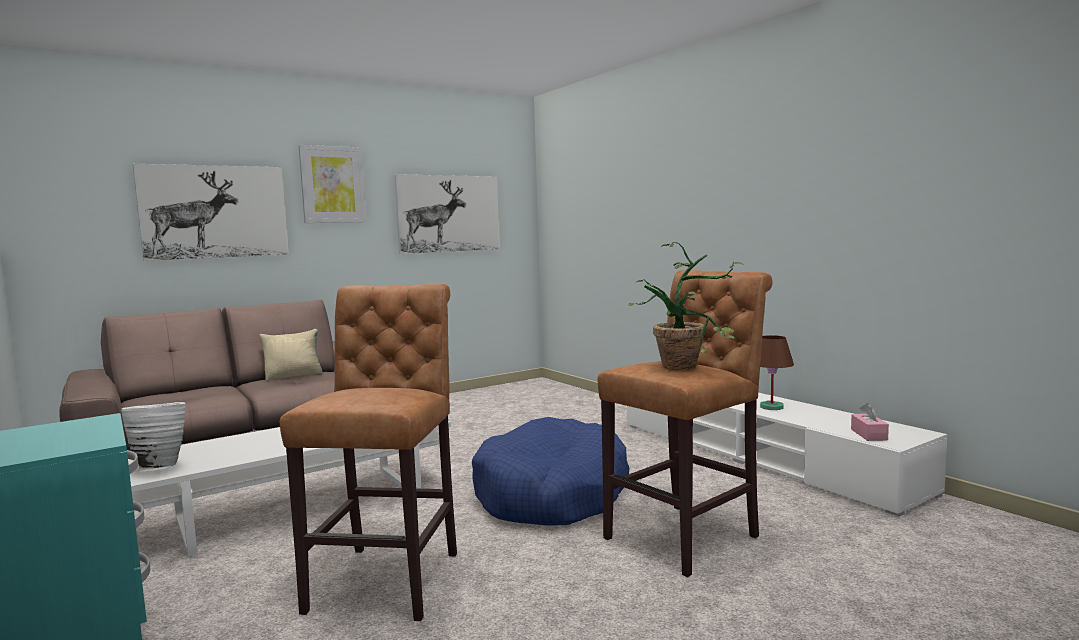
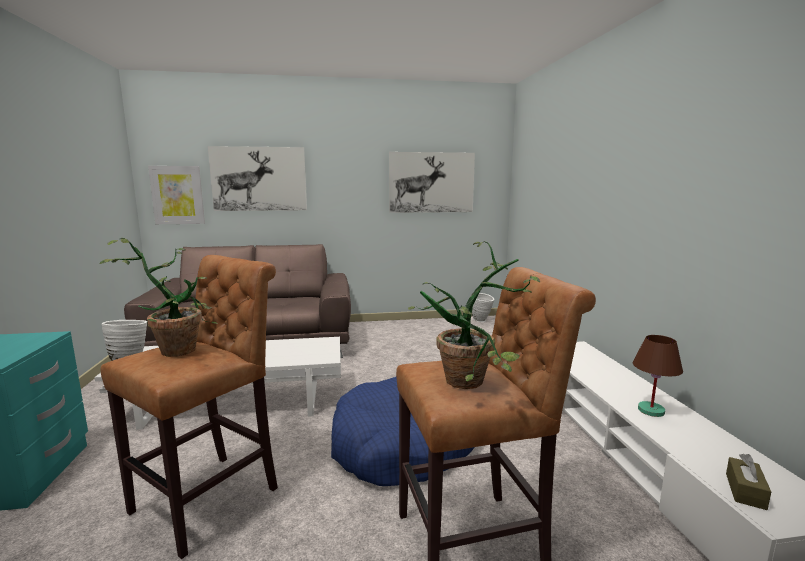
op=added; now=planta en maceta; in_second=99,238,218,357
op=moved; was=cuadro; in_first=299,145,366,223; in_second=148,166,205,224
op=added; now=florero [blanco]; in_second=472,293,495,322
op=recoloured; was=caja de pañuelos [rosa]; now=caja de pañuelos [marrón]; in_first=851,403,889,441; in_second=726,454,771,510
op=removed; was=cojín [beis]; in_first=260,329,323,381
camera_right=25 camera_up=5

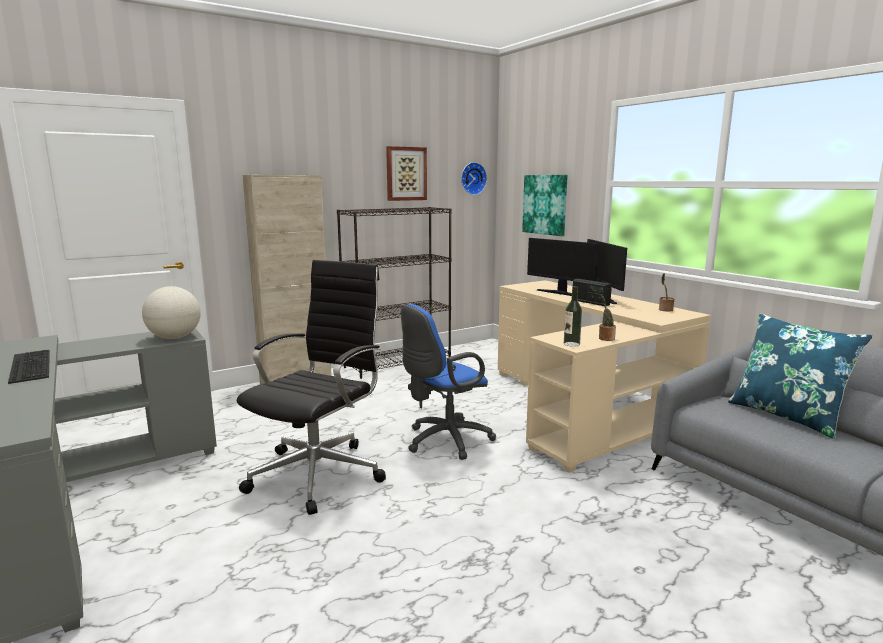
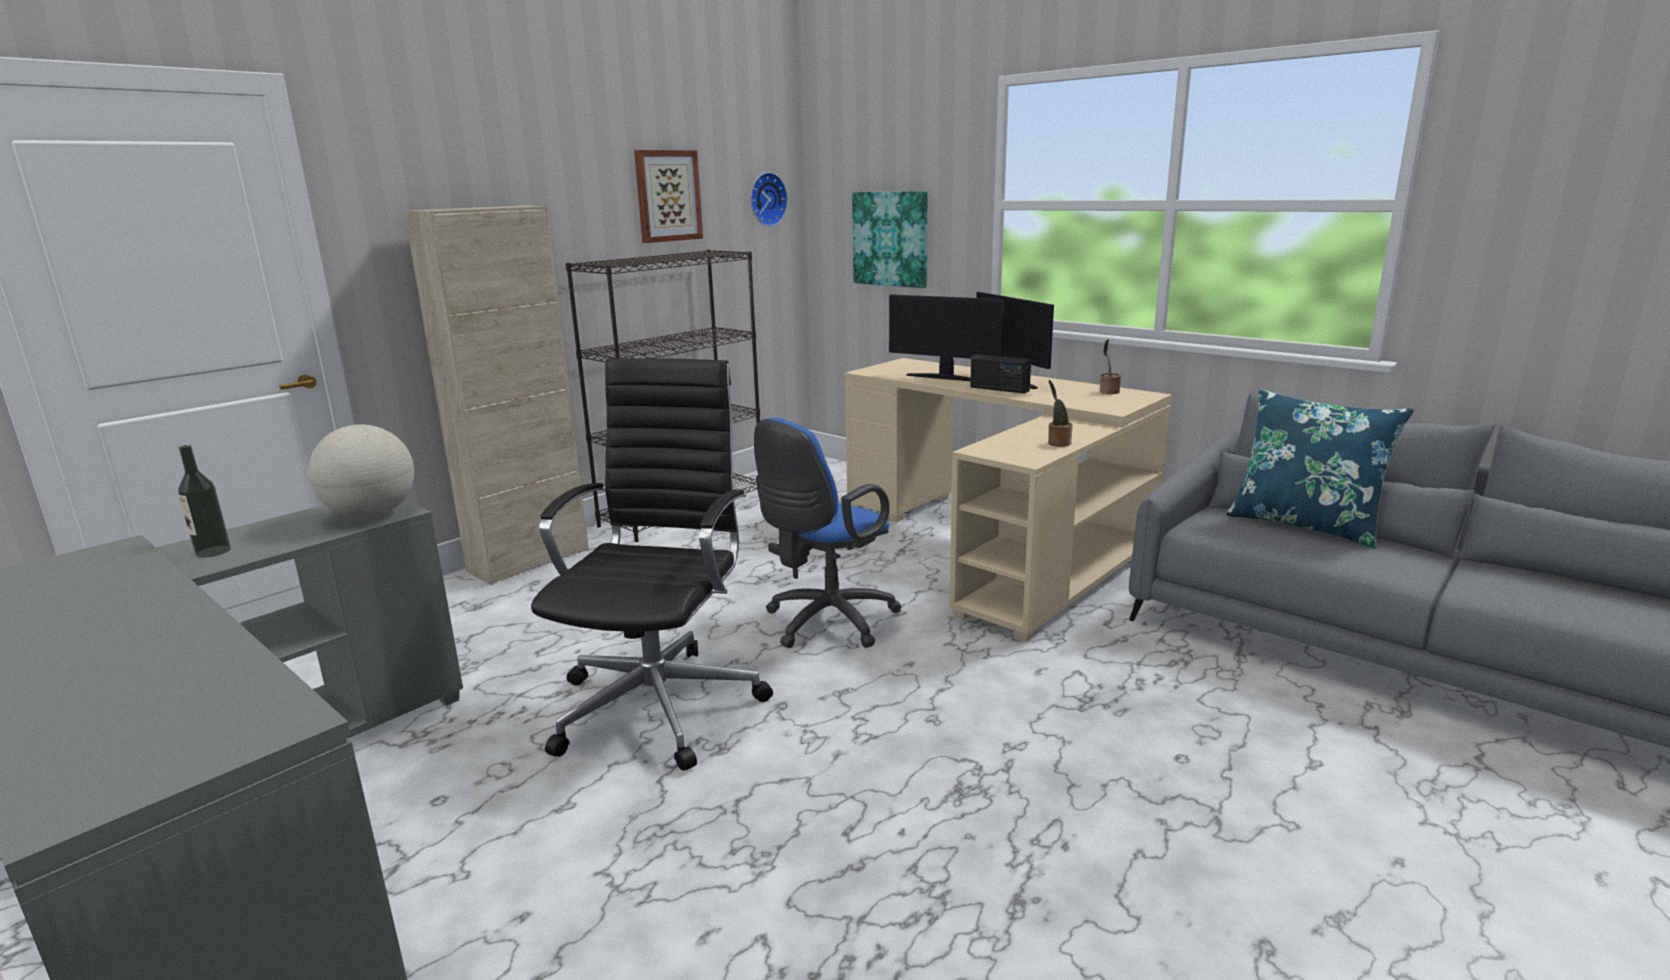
op=moved; was=botella; in_first=564,286,582,347; in_second=178,445,231,558
op=removed; was=teclado; in_first=8,350,50,384
camera_right=-15 camera_up=5

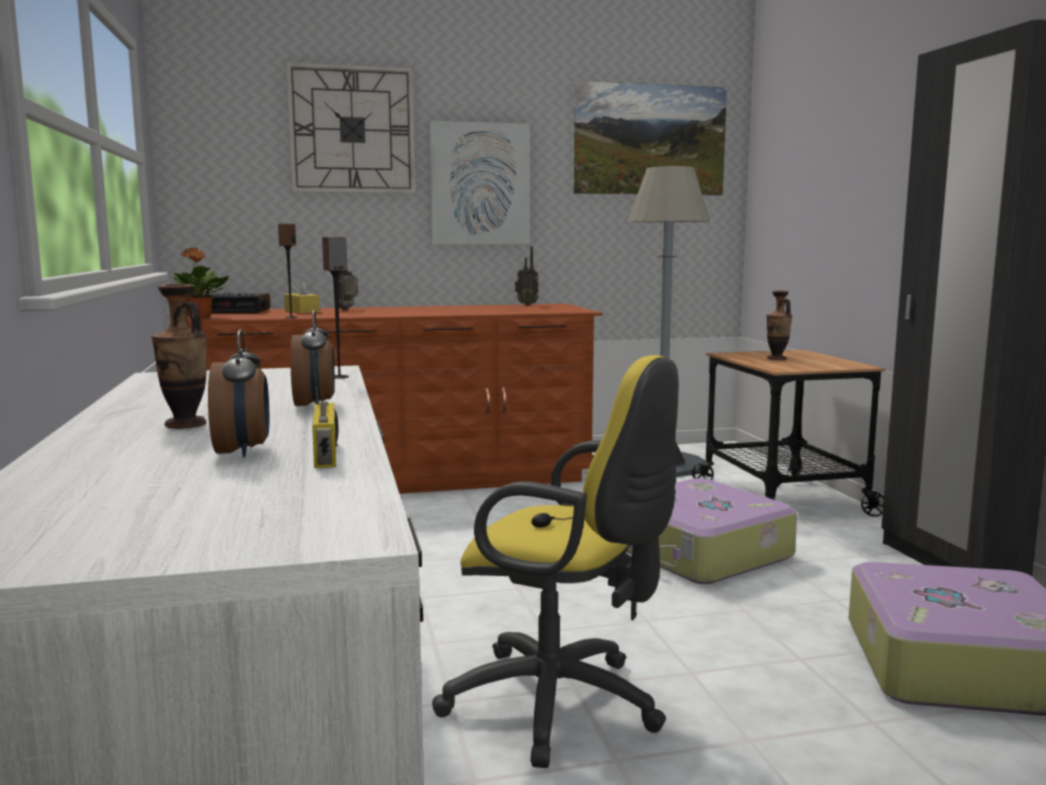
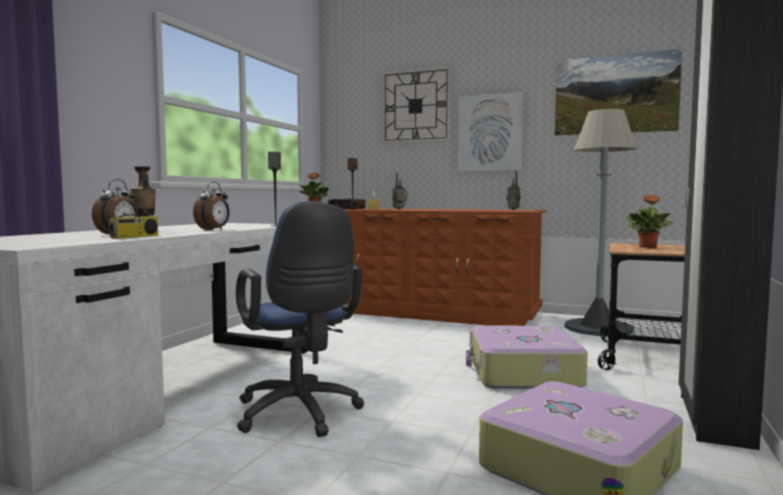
op=recoloured; was=silla de oficina [amarillo]; now=silla de oficina [azul]; in_first=432,355,679,768; in_second=236,201,364,437
op=replaced; was=florero; now=planta en maceta; in_first=766,291,792,360; in_second=627,195,673,248
camera_right=35 camera_up=-5

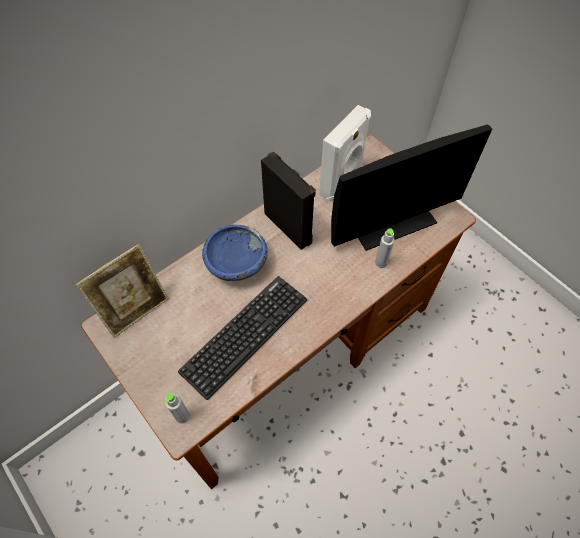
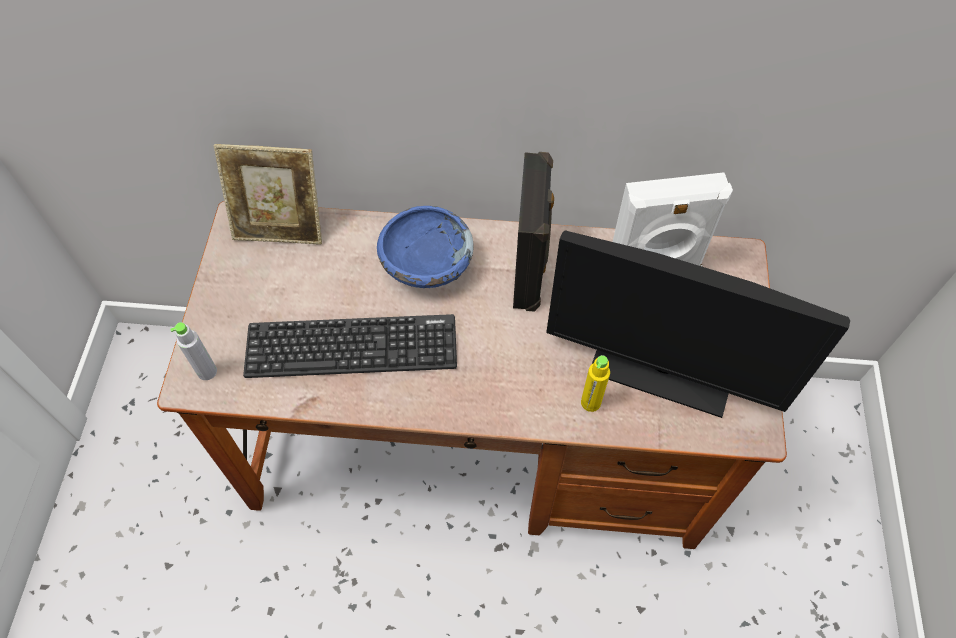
op=recoloured; was=botella [gris]; now=botella [amarillo]; in_first=375,228,394,268; in_second=581,355,610,412
camera_right=45 camera_up=0

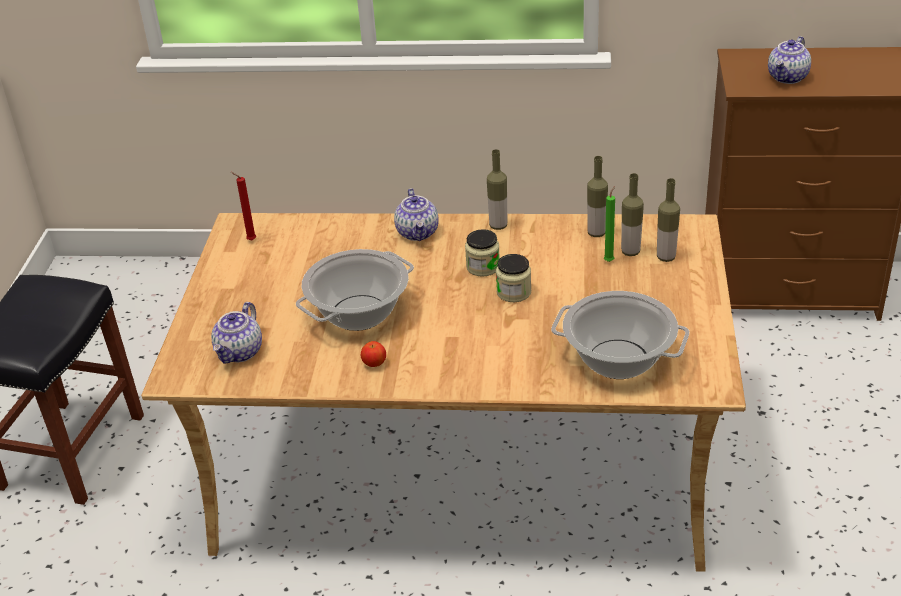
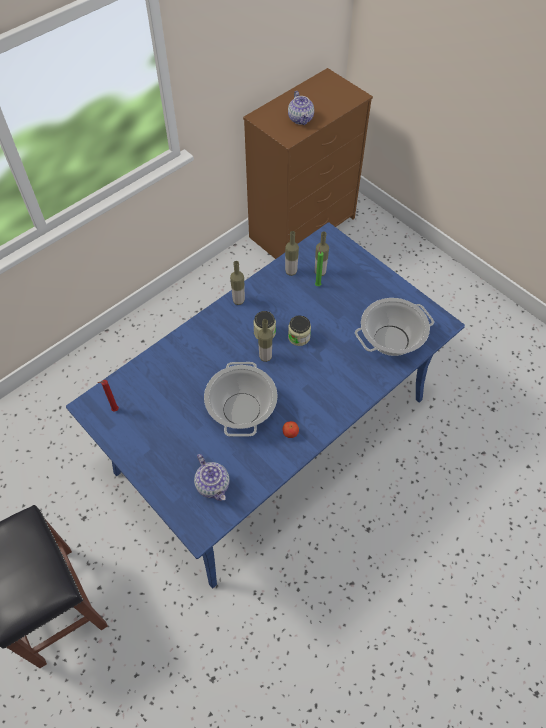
op=recoloured; was=mesa de comedor [beis]; now=mesa de comedor [azul]; in_first=141,213,746,572; in_second=66,222,465,588
op=moved; was=botella; in_first=657,178,680,262; in_second=258,319,273,362
op=removed; was=tetera; in_first=394,188,439,241
camera_right=-50 camera_up=20

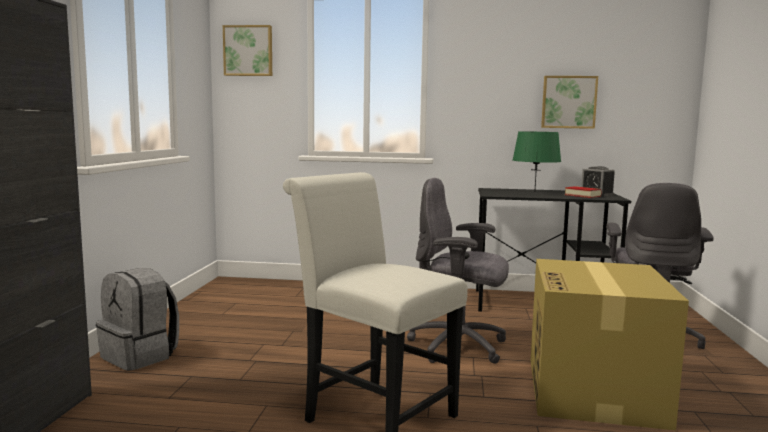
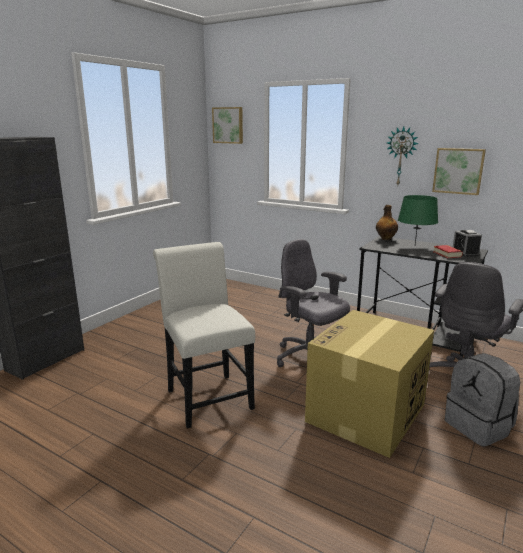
op=added; now=botella; in_second=376,205,398,240
op=added; now=reloj de pared; in_second=387,127,419,185
op=moved; was=mochila [gris]; in_first=96,268,179,371; in_second=445,353,520,447
camera_right=25 camera_up=10

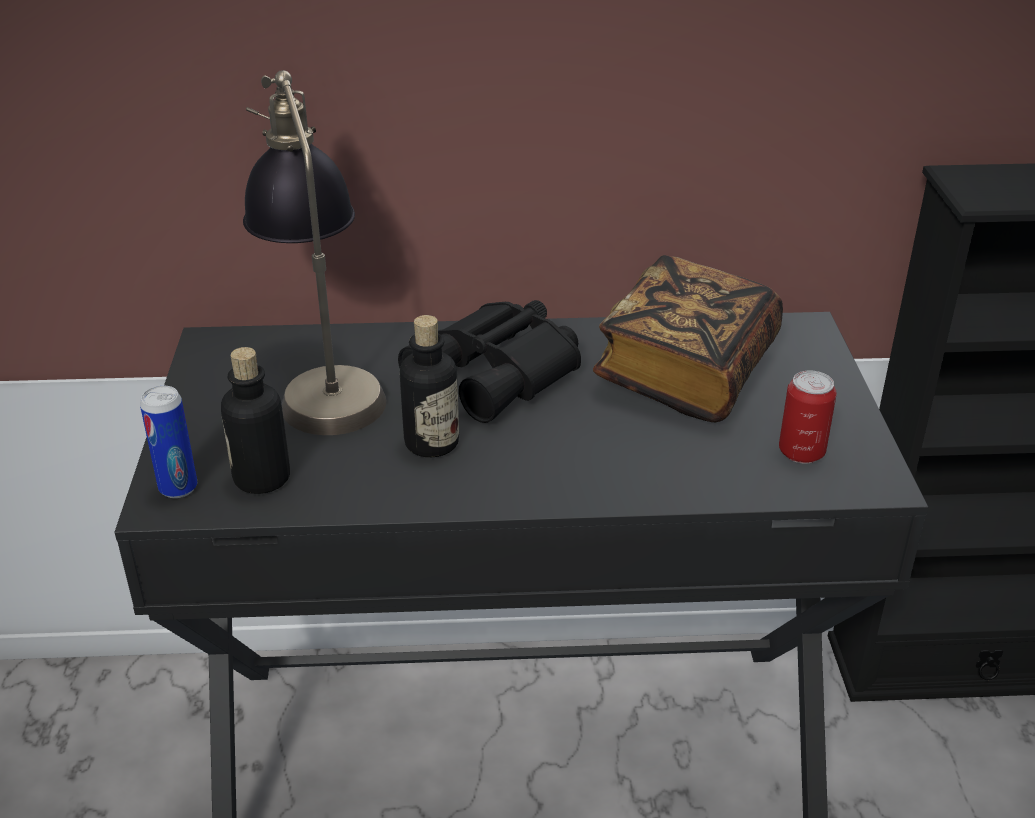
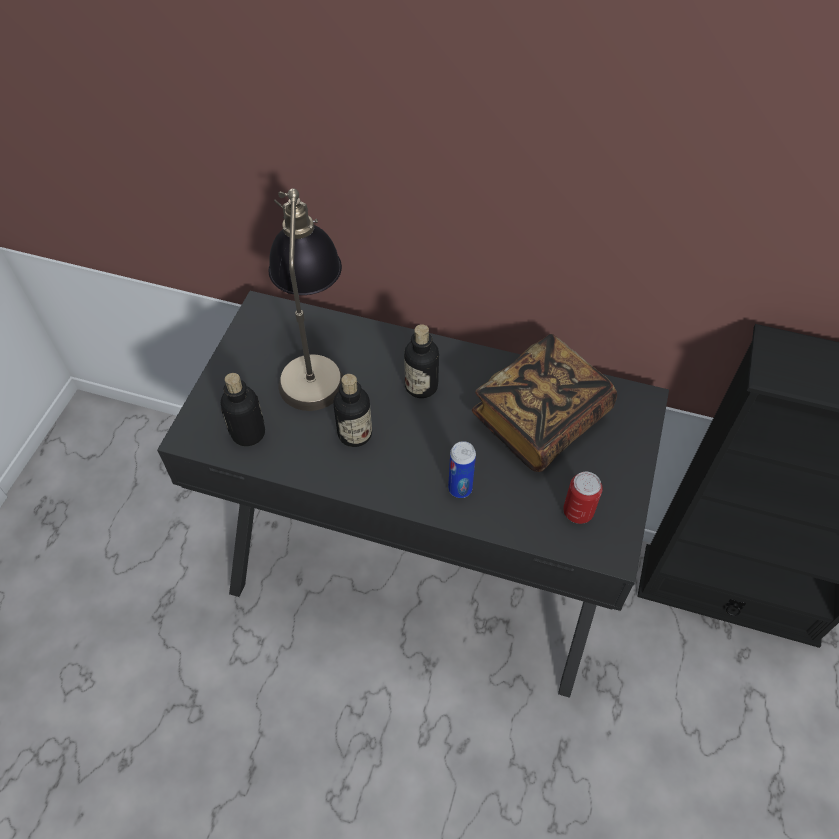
op=replaced; was=prismáticos [negro]; now=botella; in_first=398,300,581,423; in_second=404,324,439,398
op=moved; was=lata; in_first=140,386,197,498; in_second=448,441,476,498
camera_right=20 camera_up=20

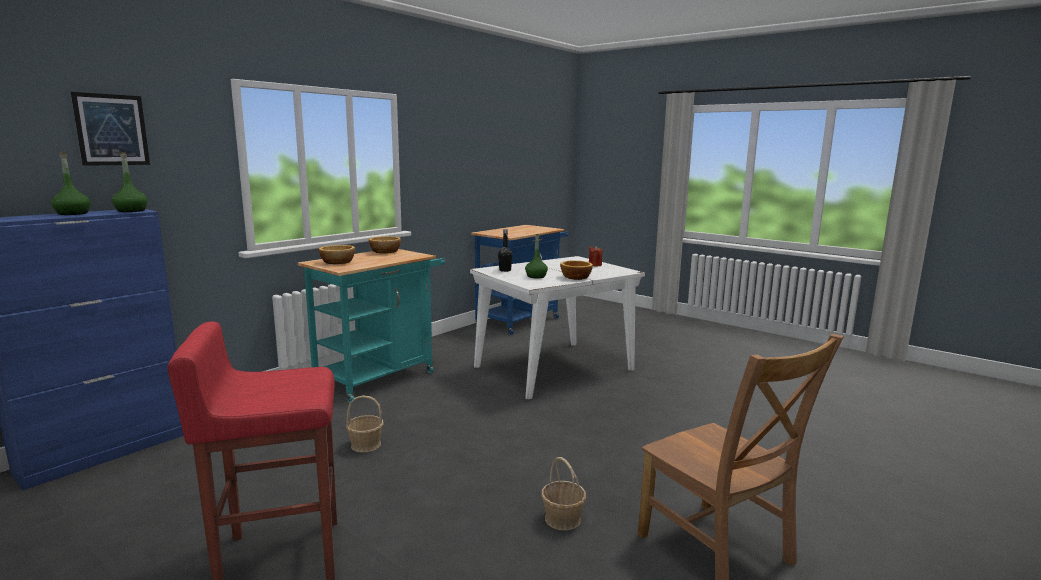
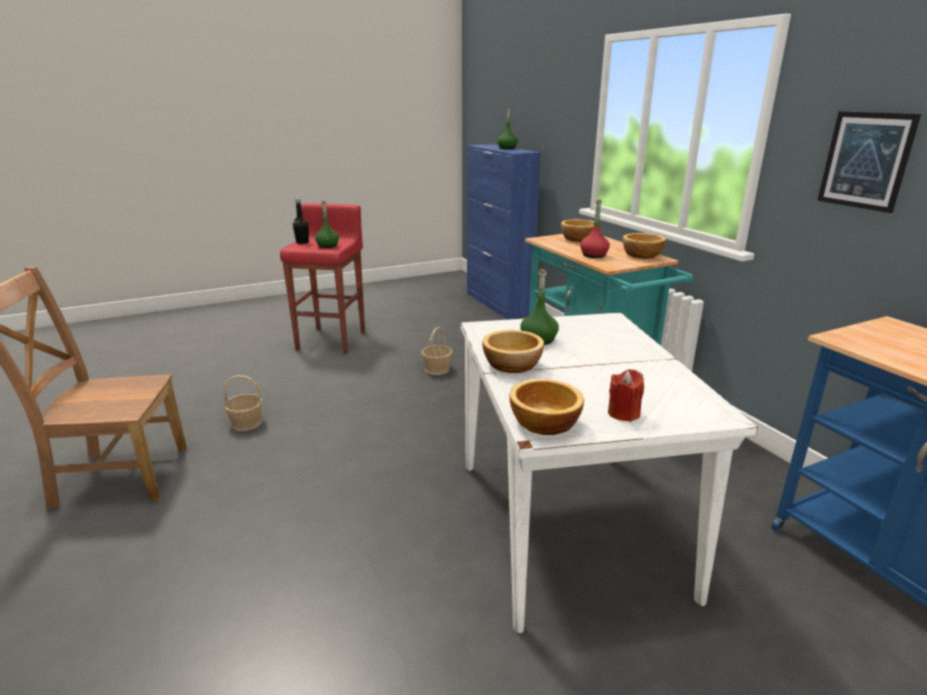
op=moved; was=botella [negro]; in_first=498,229,513,272; in_second=293,198,309,244
op=moved; was=botella [verde]; in_first=112,152,148,212; in_second=315,201,339,248
op=added; now=cuenco; in_second=509,378,584,435
op=added; now=botella [rojo]; in_second=580,199,610,258
op=moved; was=cuadro; in_first=71,92,150,166; in_second=817,111,921,213
camera_right=115 camera_up=10

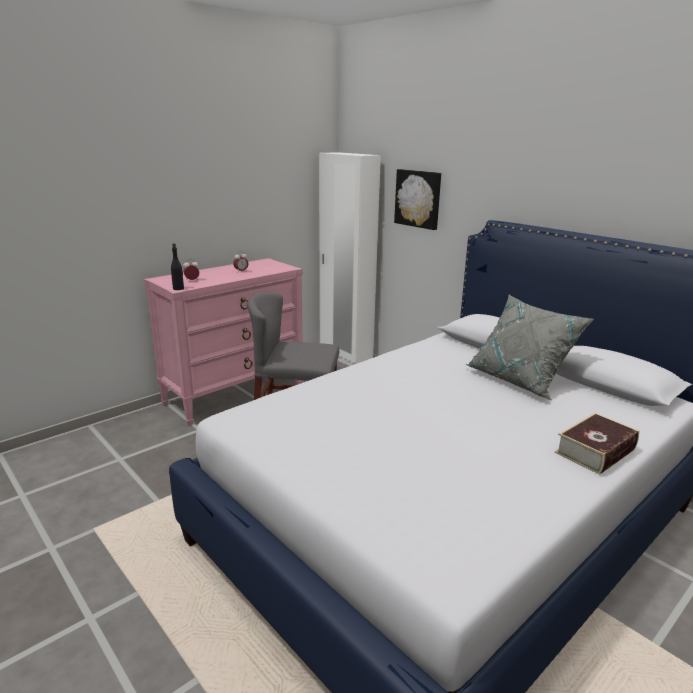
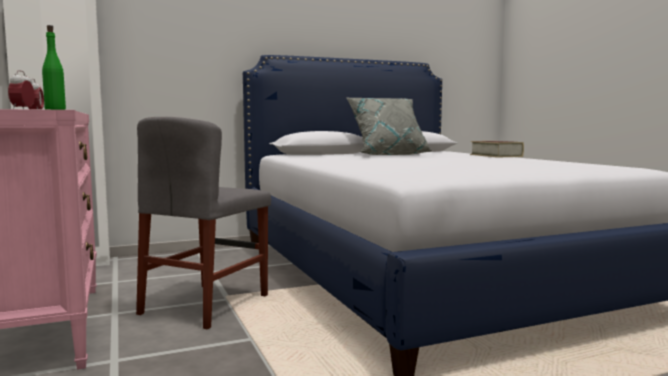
op=recoloured; was=botella [negro]; now=botella [verde]; in_first=171,243,184,290; in_second=42,25,66,110
op=removed; was=cuadro; in_first=394,169,441,230
camera_right=-70 camera_up=-15

